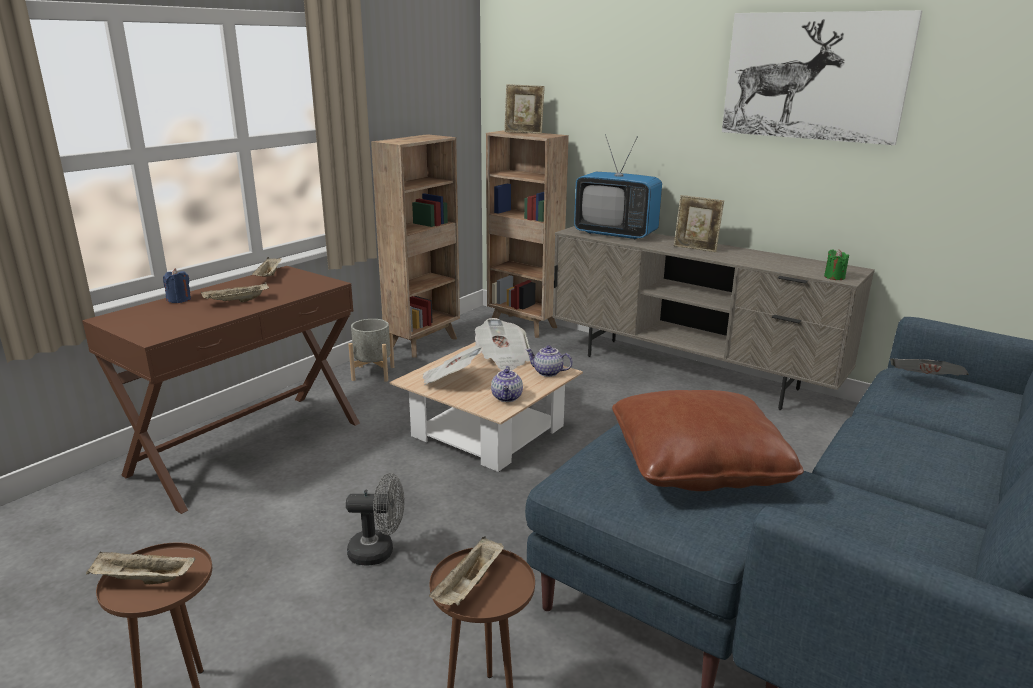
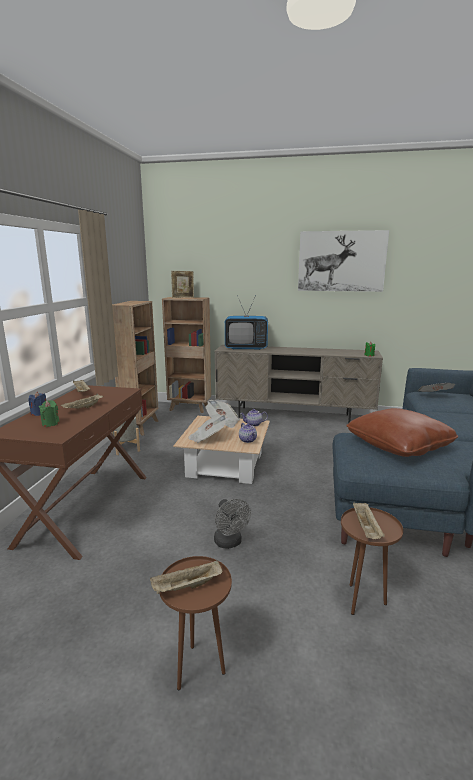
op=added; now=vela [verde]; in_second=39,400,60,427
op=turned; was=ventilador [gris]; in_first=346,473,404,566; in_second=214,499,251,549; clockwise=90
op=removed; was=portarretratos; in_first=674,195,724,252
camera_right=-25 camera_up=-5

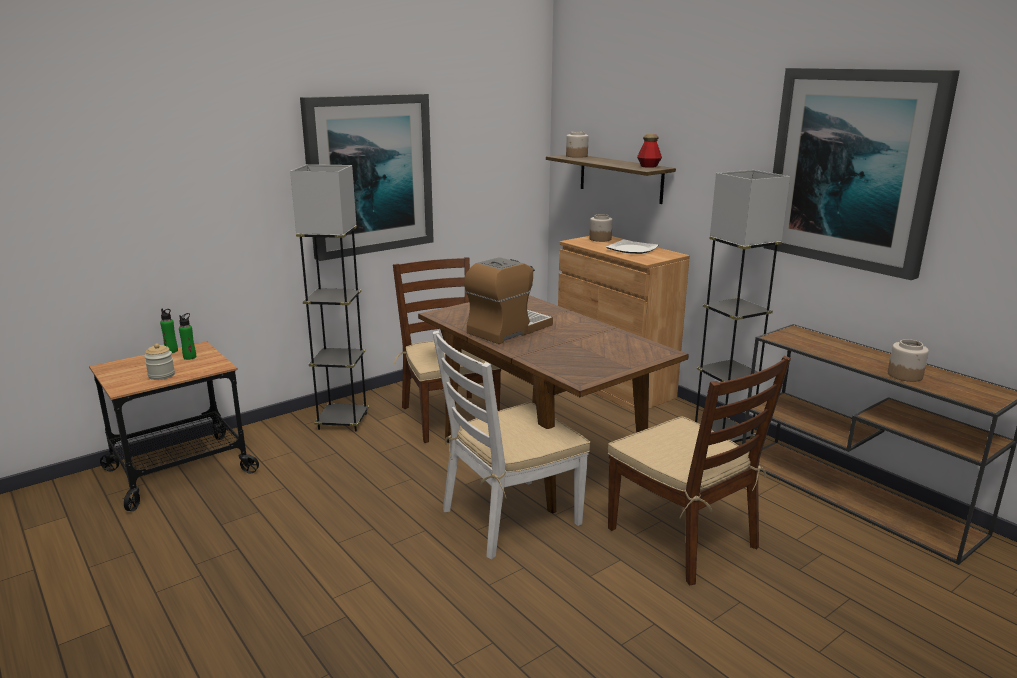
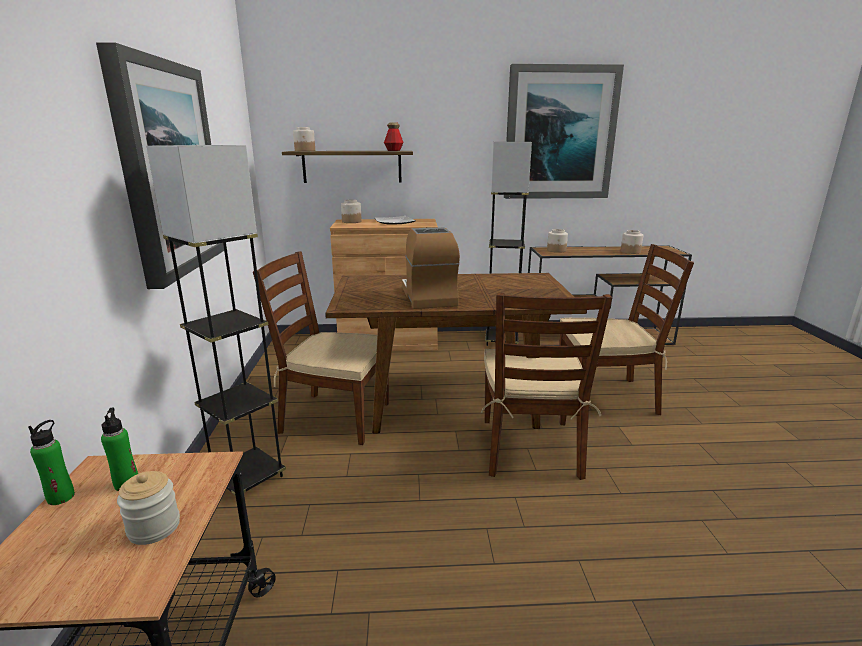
op=recoloured; was=silla [blanco]; now=silla [marrón]; in_first=432,331,590,559; in_second=481,292,613,480
op=added; now=tarro; in_second=547,229,568,253
camera_right=-55 camera_up=0

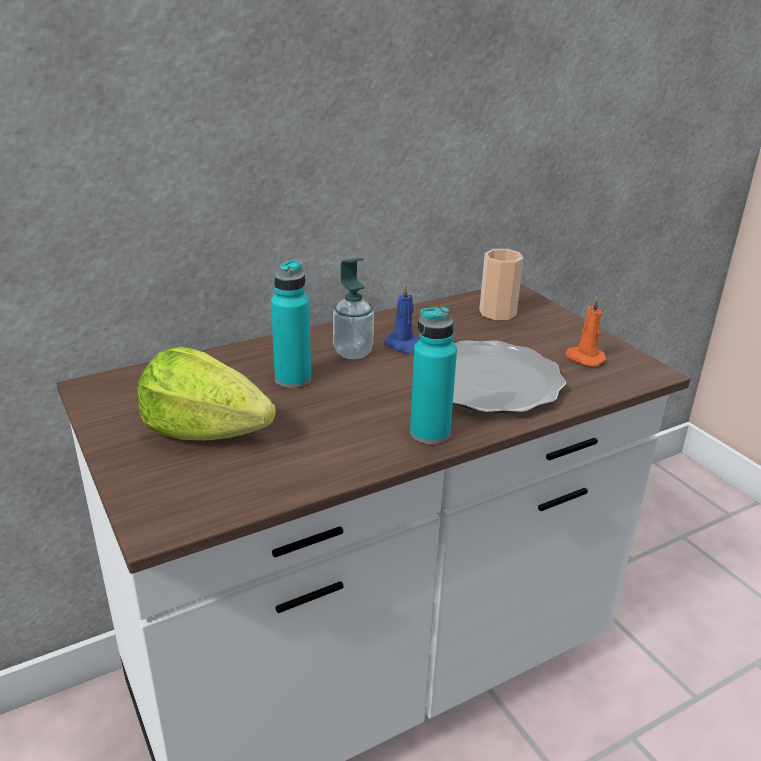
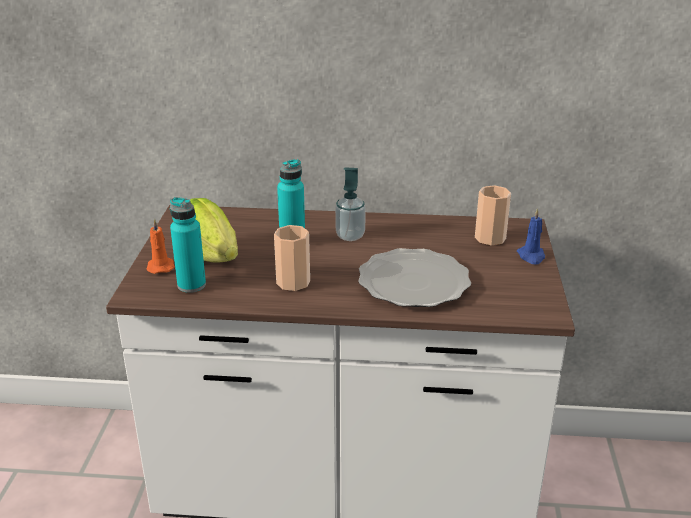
op=moved; was=vela [naranja]; in_first=565,296,606,366; in_second=146,219,175,274
op=moved; was=botella [turquesa]; in_first=410,307,457,444; in_second=170,197,206,293
op=added; now=taza; in_second=274,225,310,291
op=moved; was=vela [azul]; in_first=384,283,419,354; in_second=517,208,545,265
camera_right=35 camera_up=0

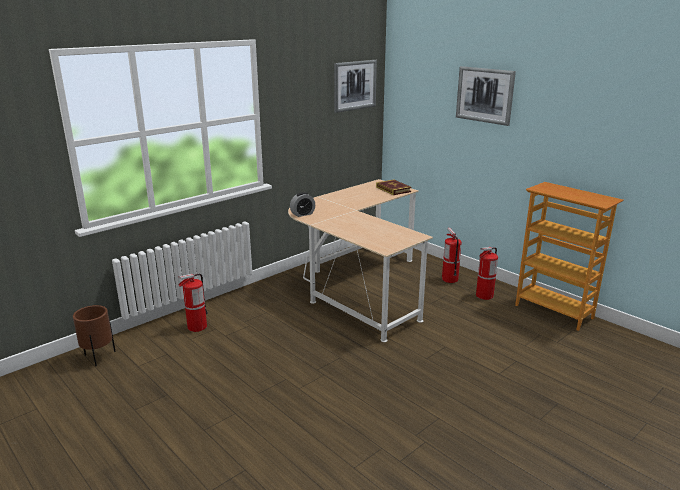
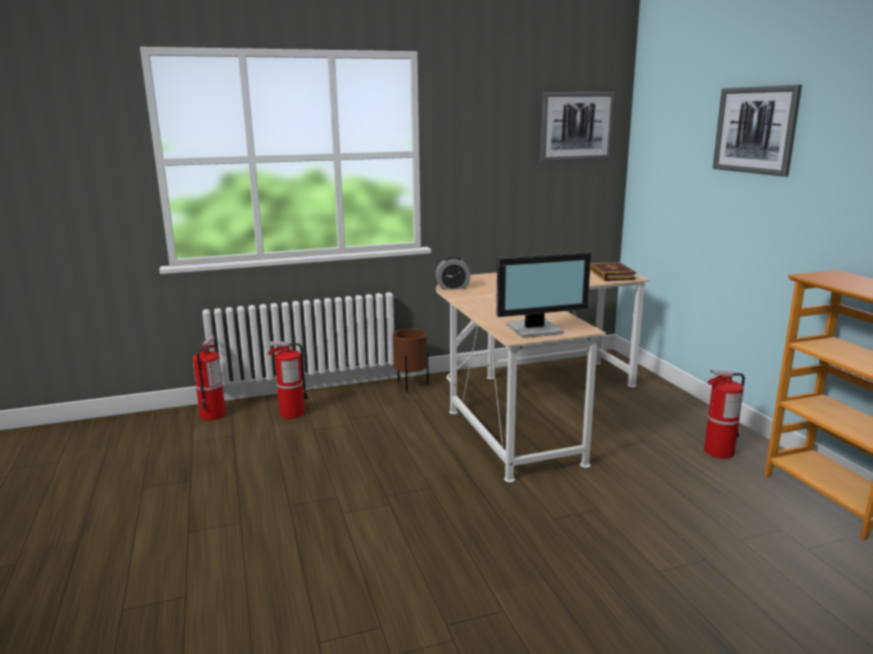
op=moved; was=extintor; in_first=442,228,462,283; in_second=192,336,226,420
op=moved; was=maceta [marrón]; in_first=73,305,116,366; in_second=393,328,429,392
op=added; now=monitor; in_second=496,252,591,338
camera_right=25 camera_up=-5

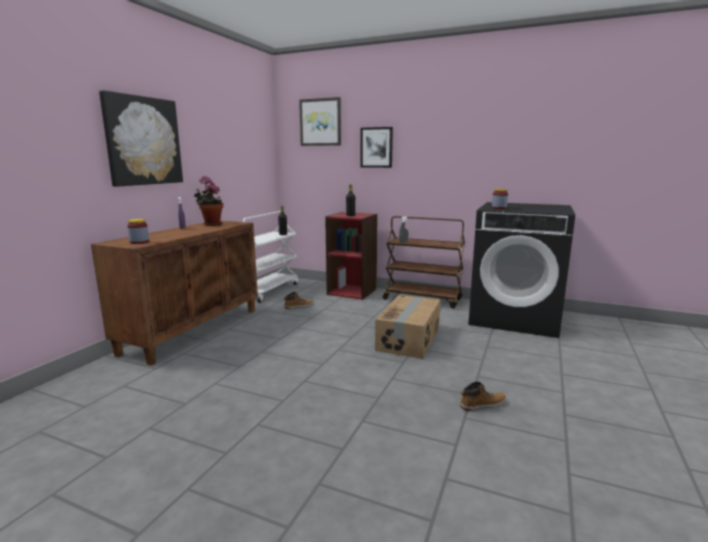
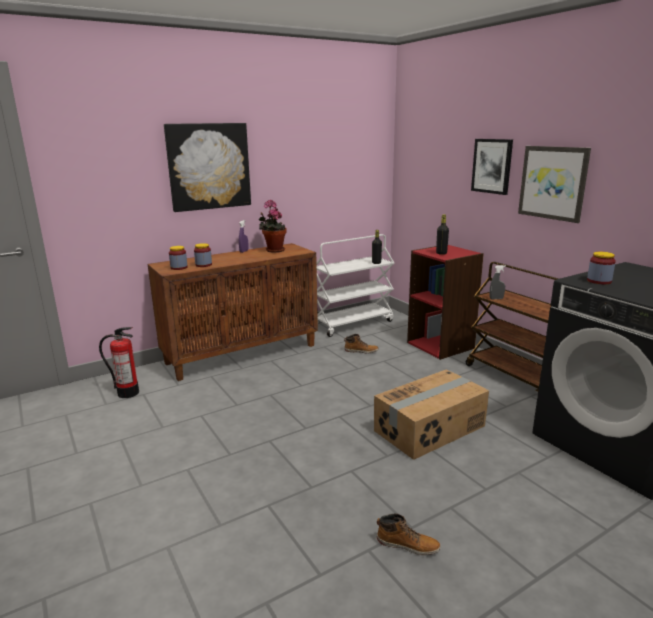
op=added; now=extintor; in_second=99,327,139,398
op=added; now=tarro; in_second=194,243,212,267
op=moved; was=cuadro; in_first=299,97,341,146; in_second=518,146,591,223
camera_right=35 camera_up=5

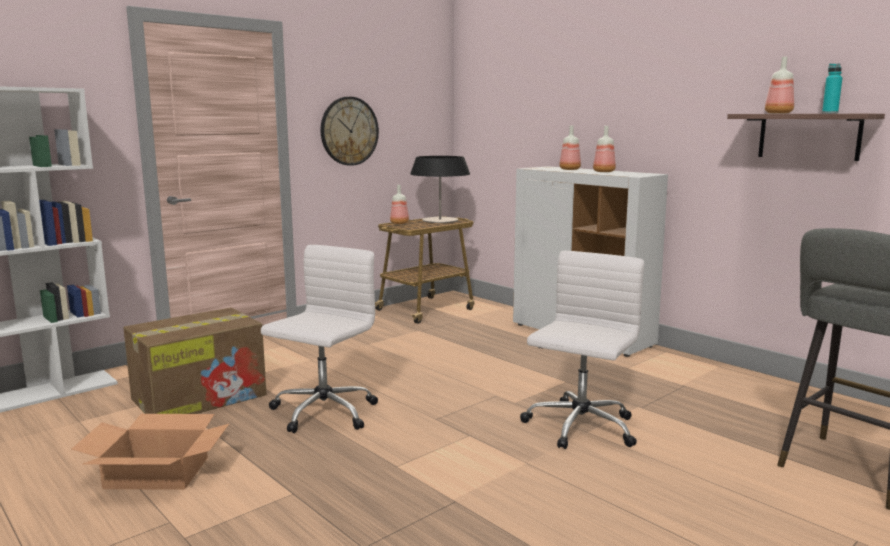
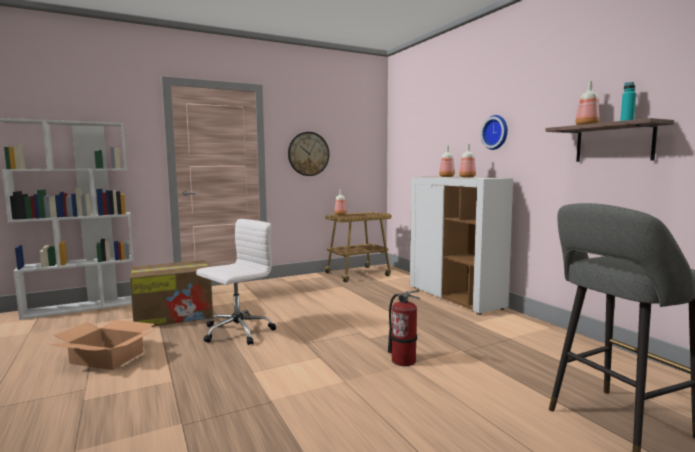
op=replaced; was=silla de oficina [blanco]; now=extintor; in_first=520,251,644,449; in_second=388,290,420,366
op=added; now=reloj de pared; in_second=480,115,508,150
op=removed; was=lámpara de mesa; in_first=411,156,470,223
camera_right=15 camera_up=-5

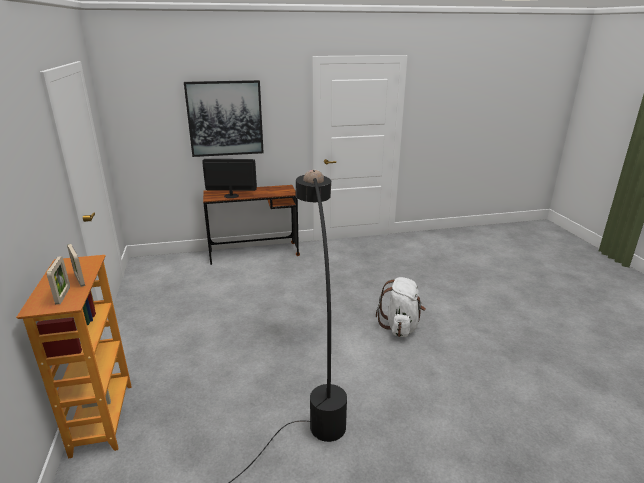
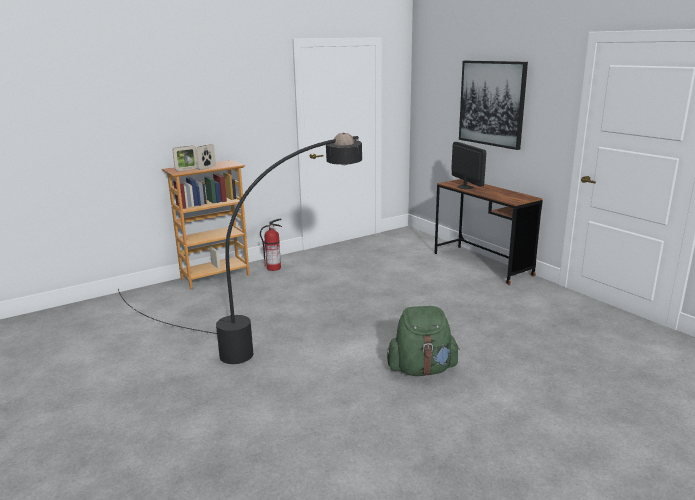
op=added; now=extintor; in_second=260,219,282,271
op=recoloured; was=mochila [blanco]; now=mochila [verde]; in_first=376,277,426,337; in_second=387,306,460,376
camera_right=70 camera_up=-5

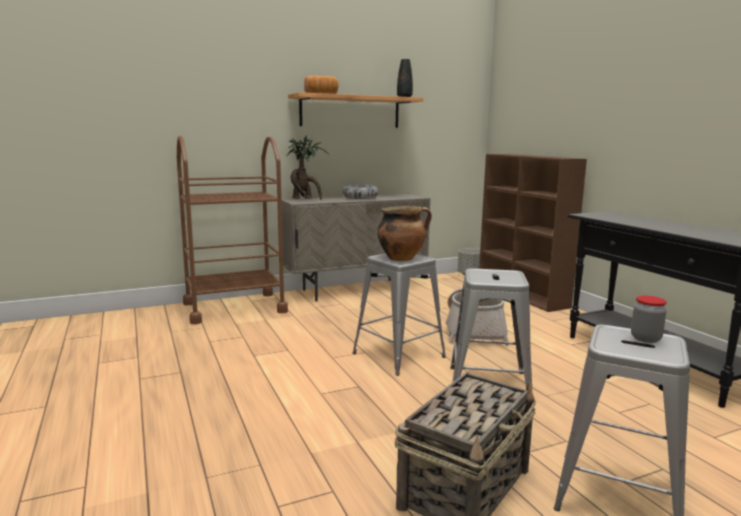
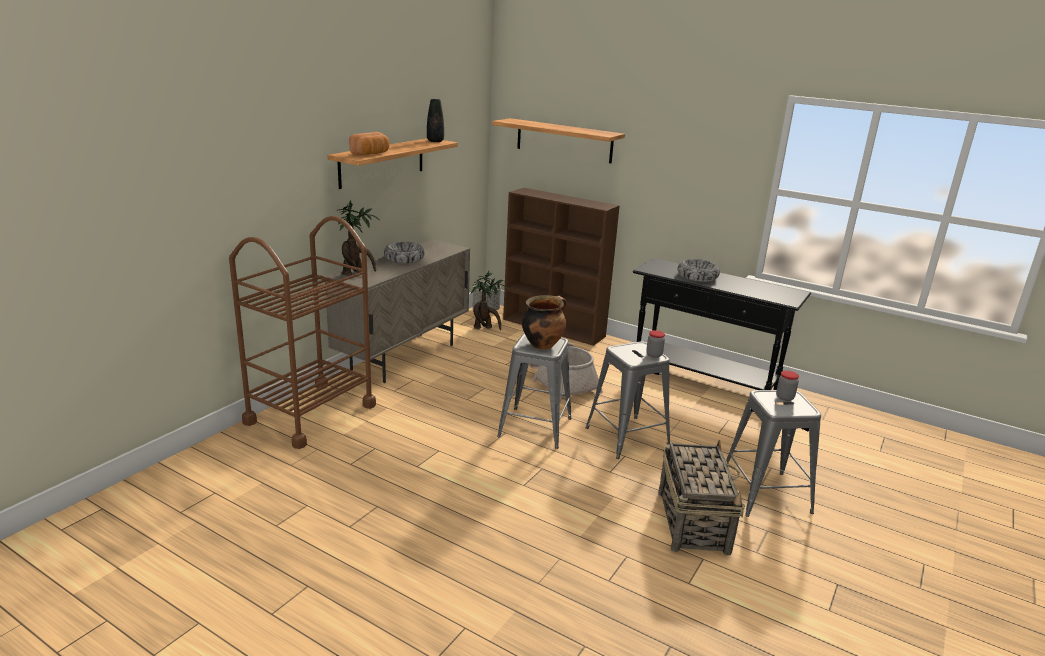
op=added; now=planta en maceta; in_second=471,271,509,330
op=added; now=estante; in_second=492,118,625,163
op=added; now=tarro; in_second=646,330,665,358
op=added; now=cuenco; in_second=678,259,720,282
camera_right=-35 camera_up=10

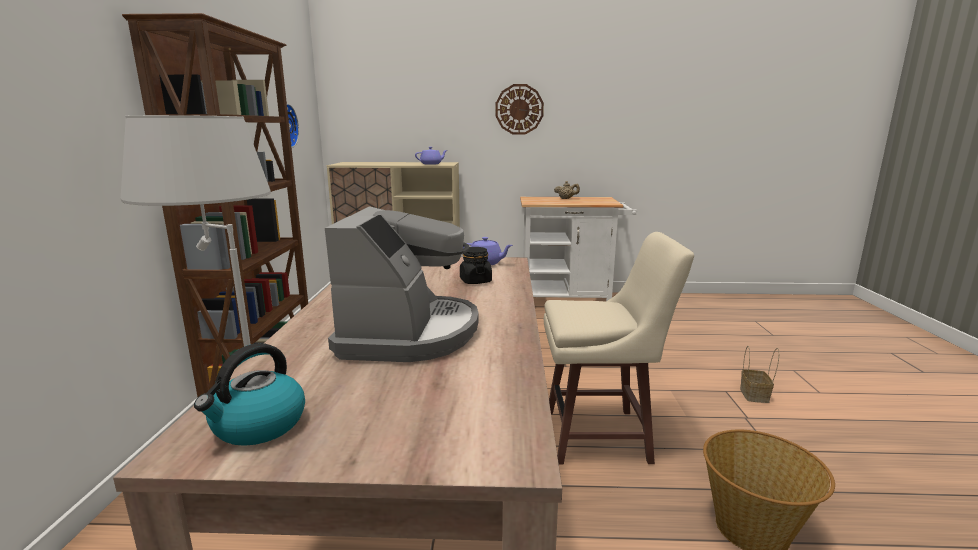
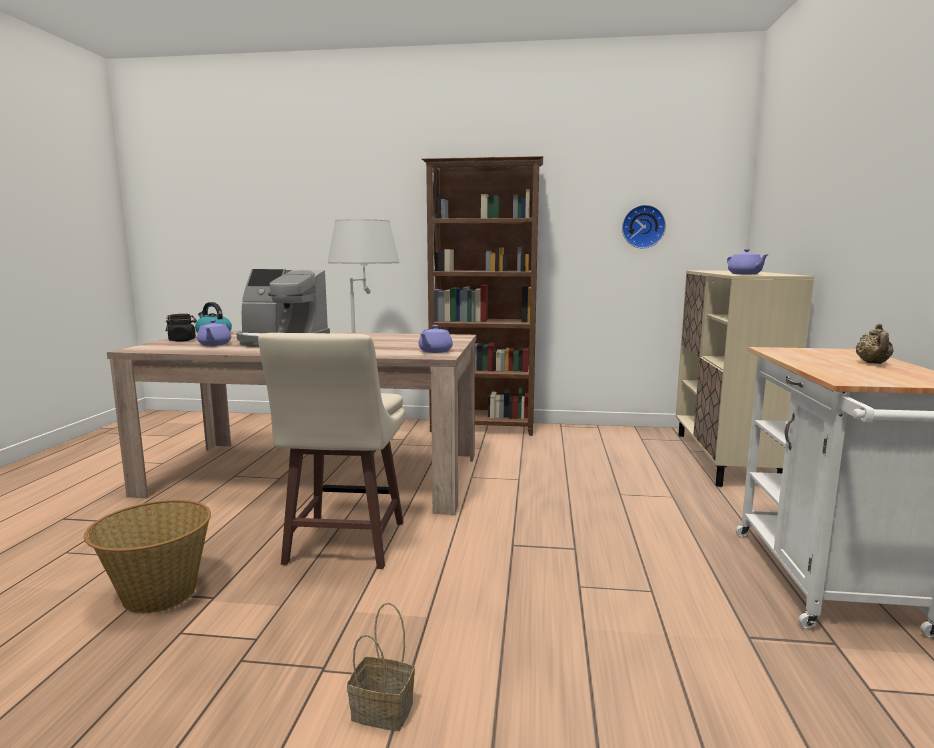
op=moved; was=tarro [negro]; in_first=460,247,492,284; in_second=166,314,197,341
op=added; now=tetera [morado]; in_second=197,320,231,346
op=removed; was=reloj de pared; in_first=495,84,544,135
camera_right=95 camera_up=-5

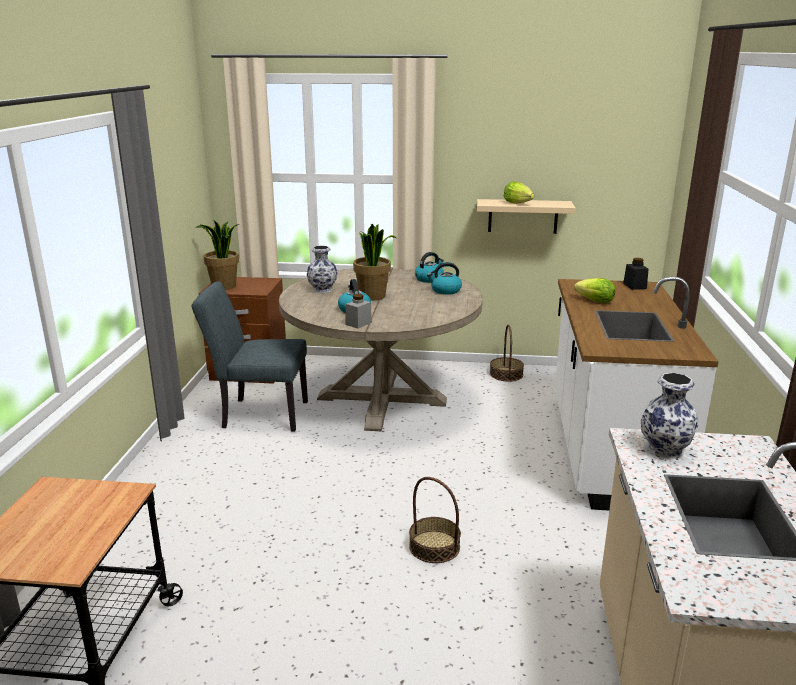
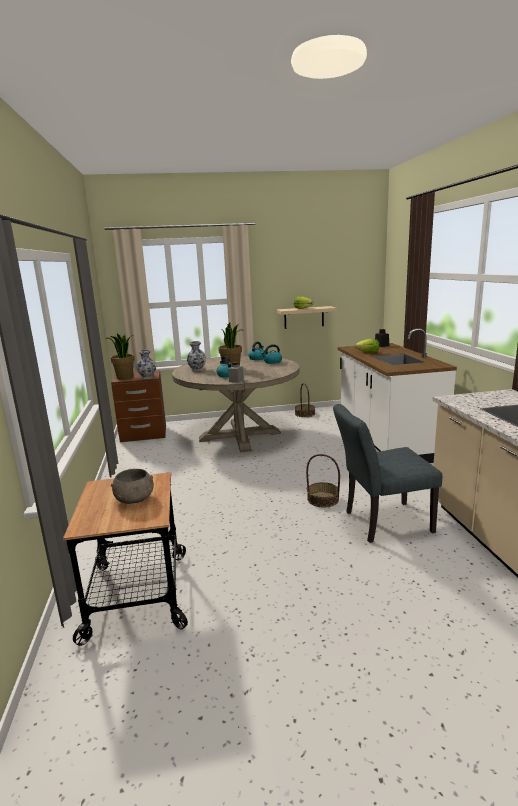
op=added; now=cuenco [gris]; in_second=111,469,154,504
op=moved; was=florero; in_first=641,373,699,459; in_second=137,350,156,379
op=moved; was=silla [gris]; in_first=192,281,308,432; in_second=333,404,442,543
camera_right=-15 camera_up=-5

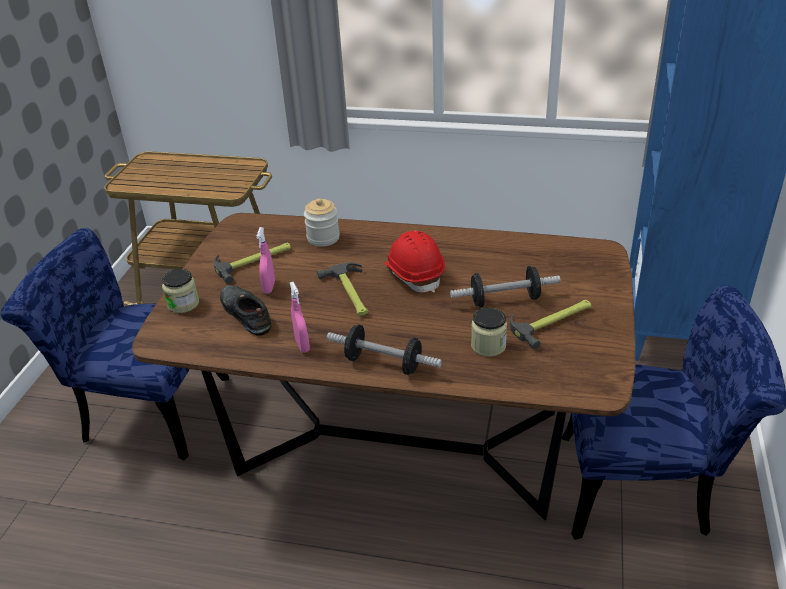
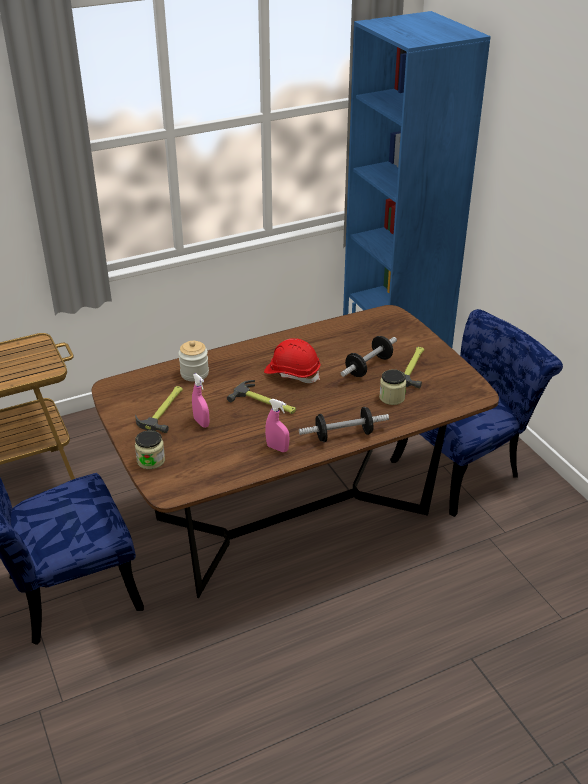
op=removed; was=zapato [negro]; in_first=220,285,271,336
camera_right=-40 camera_up=0

